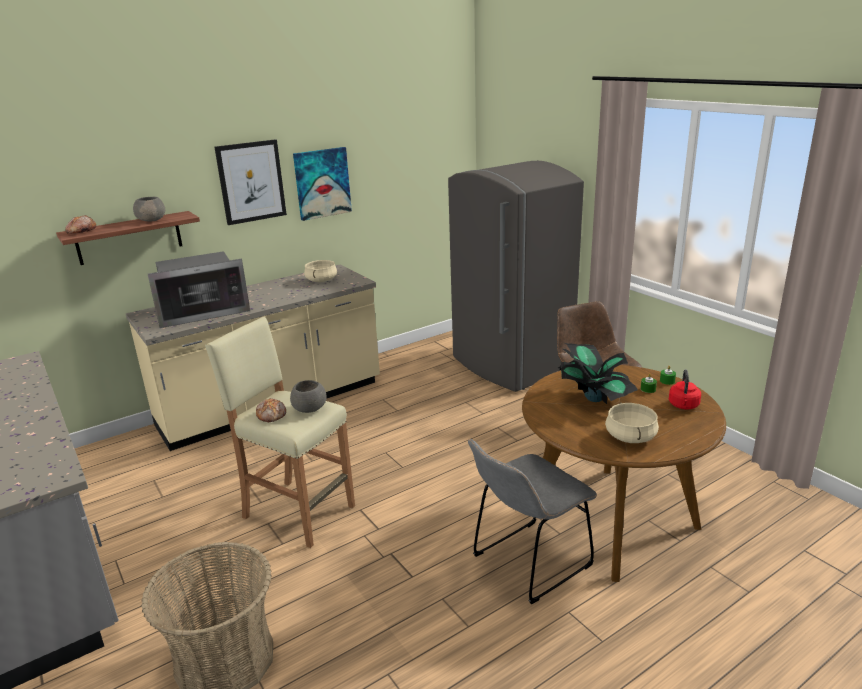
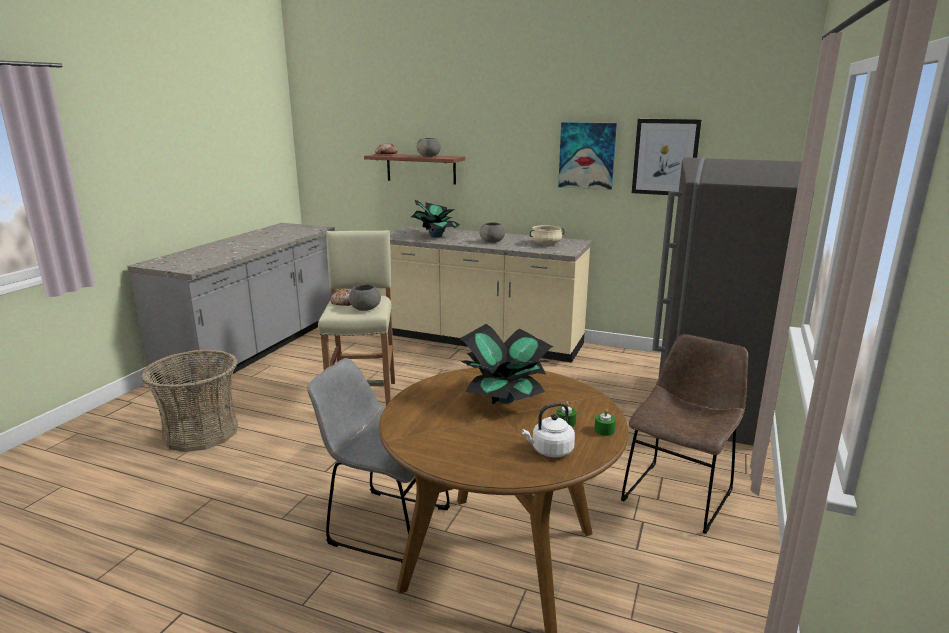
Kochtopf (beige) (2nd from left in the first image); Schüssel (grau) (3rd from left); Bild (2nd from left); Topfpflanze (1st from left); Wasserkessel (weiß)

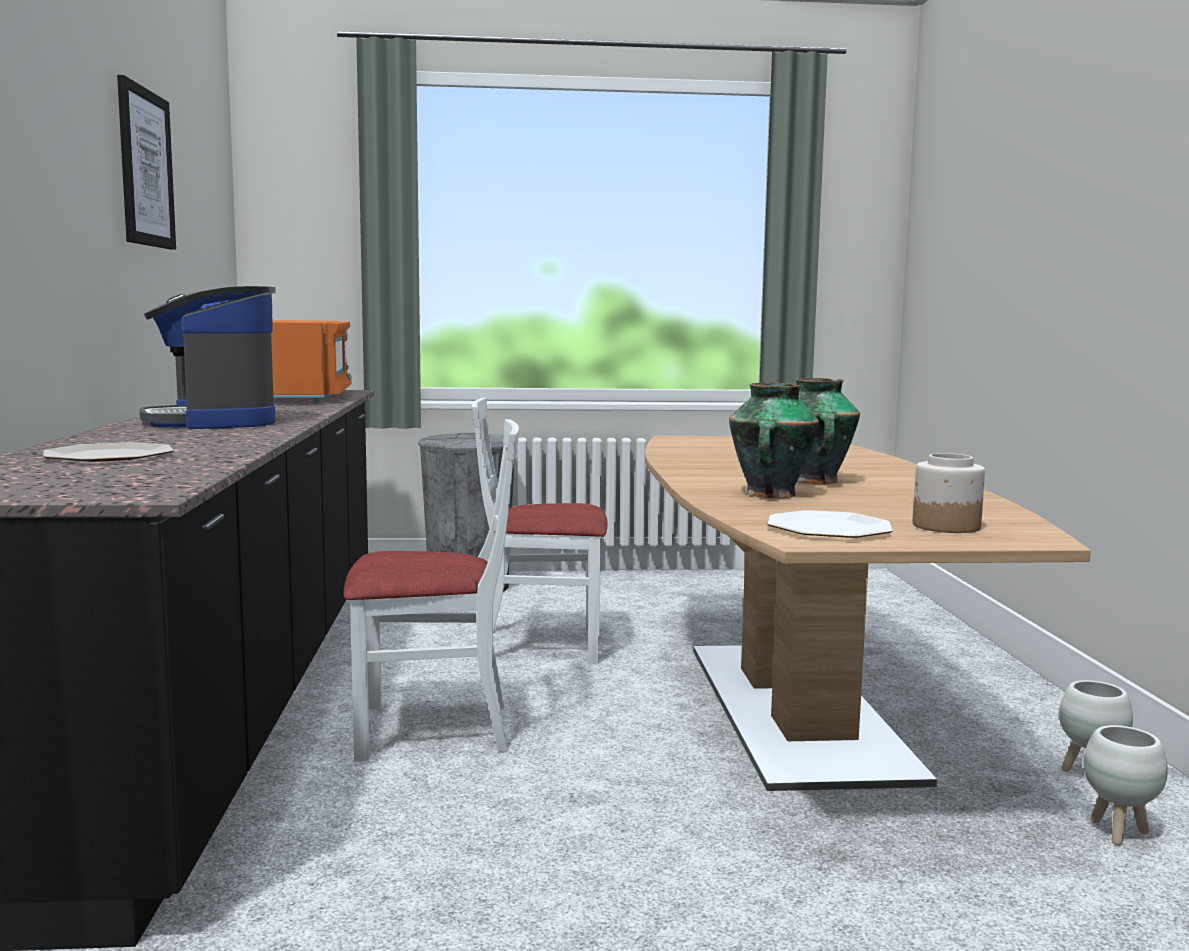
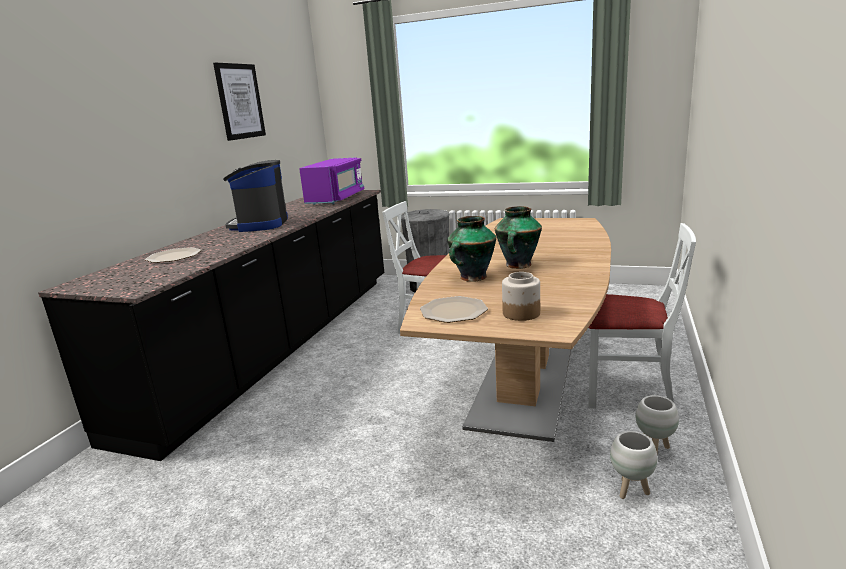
Stuhl (weiß) (2nd from left); Mikrowelle (lila)

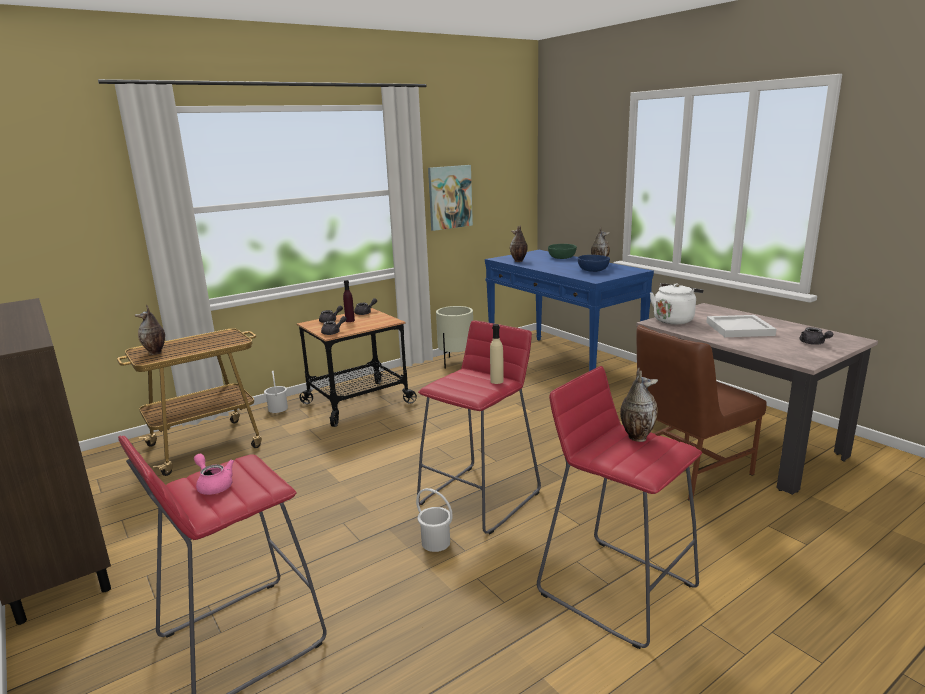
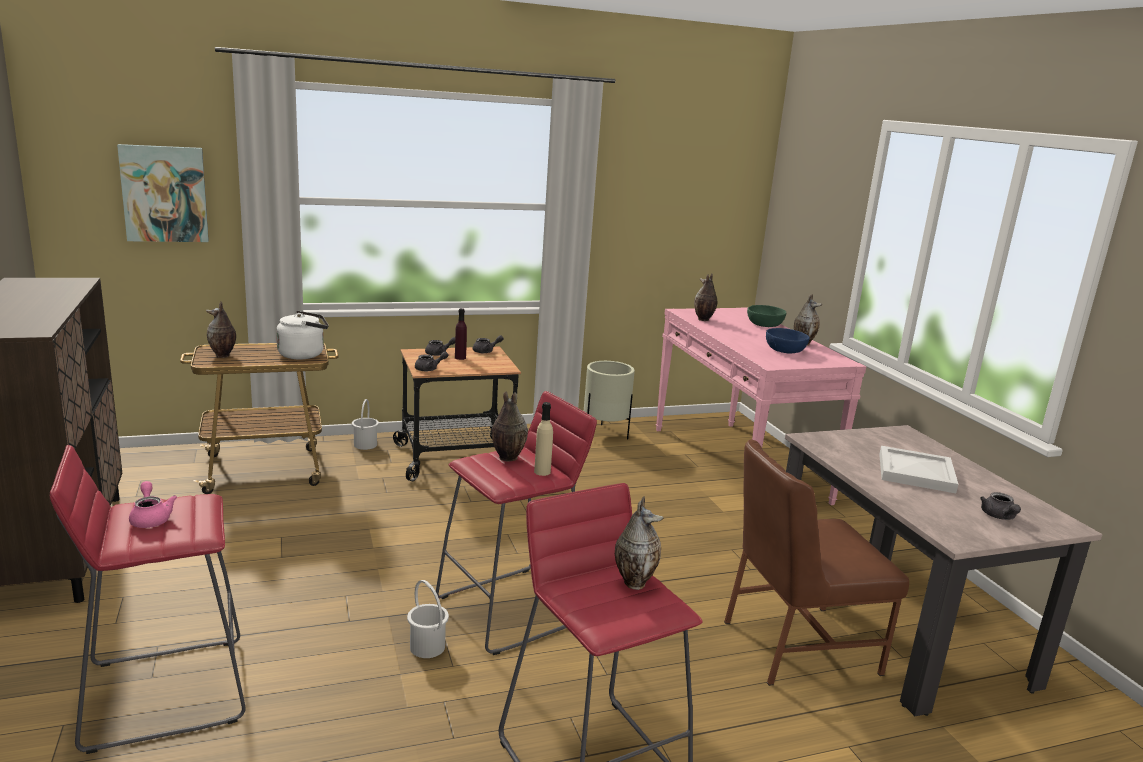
Vase (2nd from left); Bild; Wasserkessel (weiß); Konsolentisch (rosa)

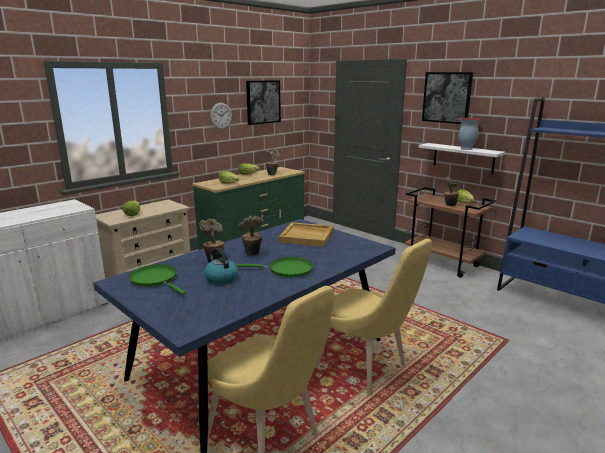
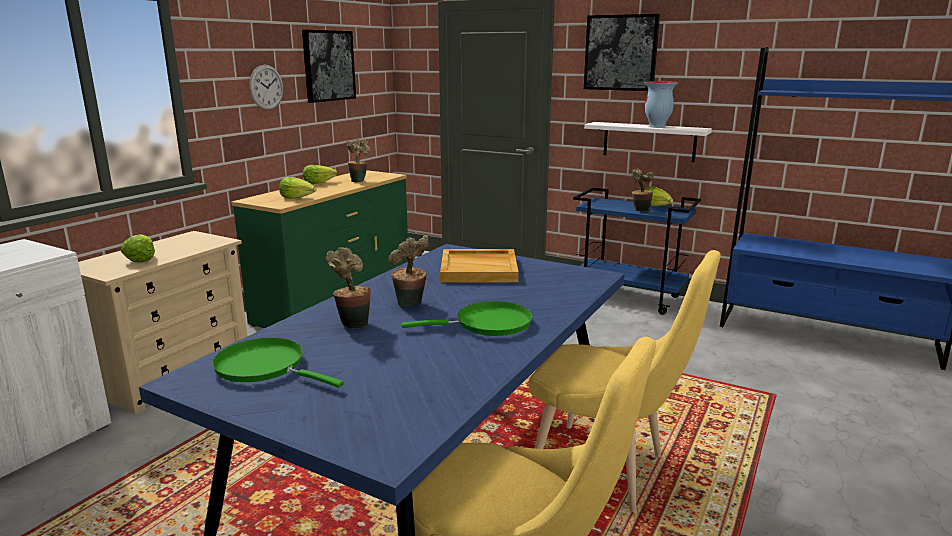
Wasserkessel; Rollwagen (blau)

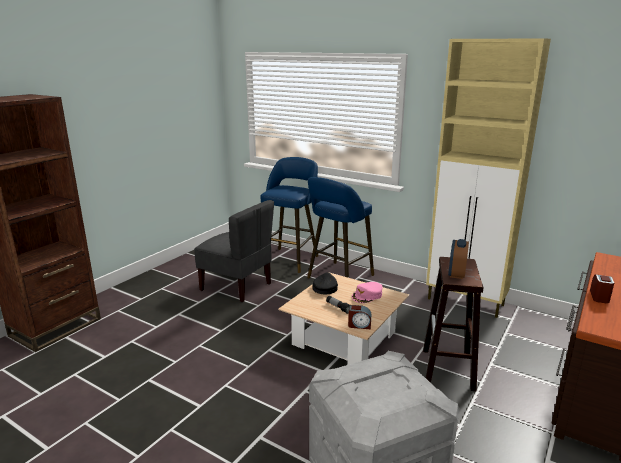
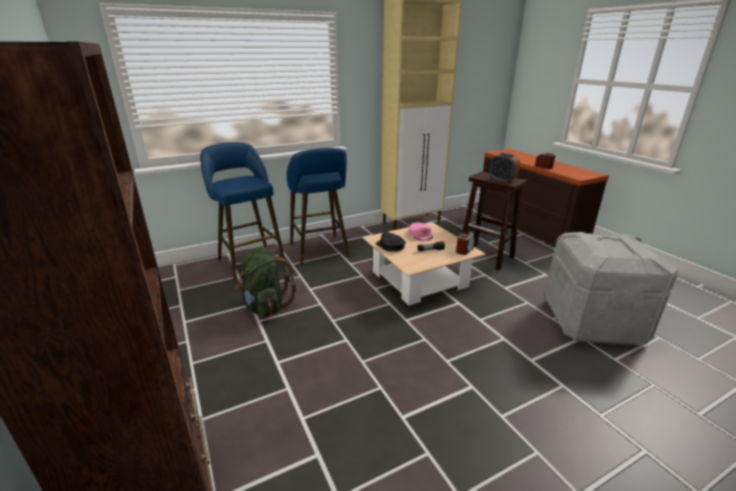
Rucksack (grün)

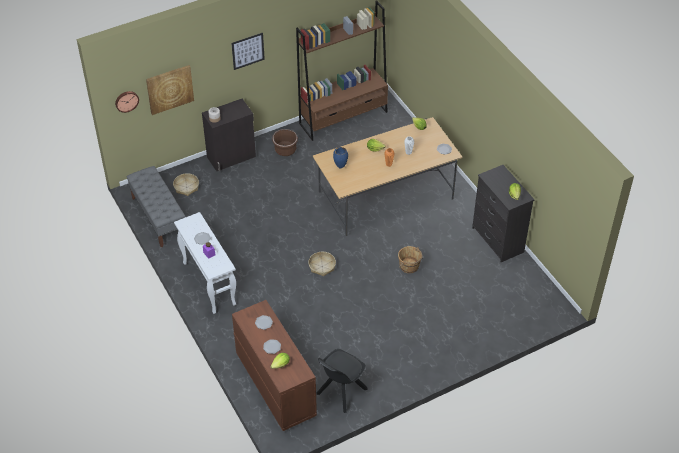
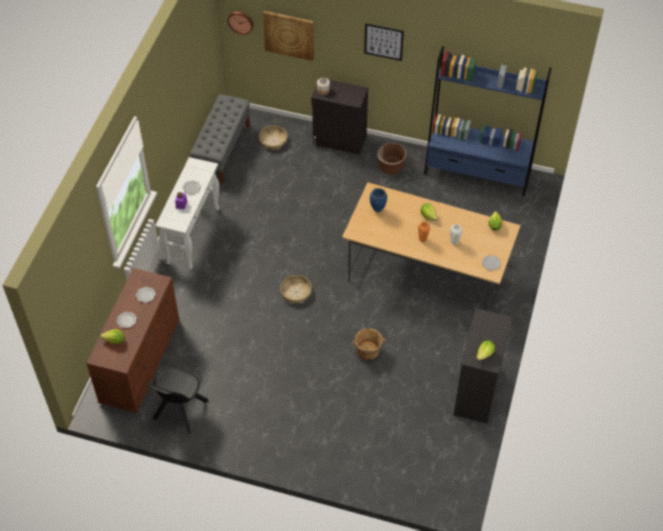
Bücherregal (blau); Stuhl (schwarz)

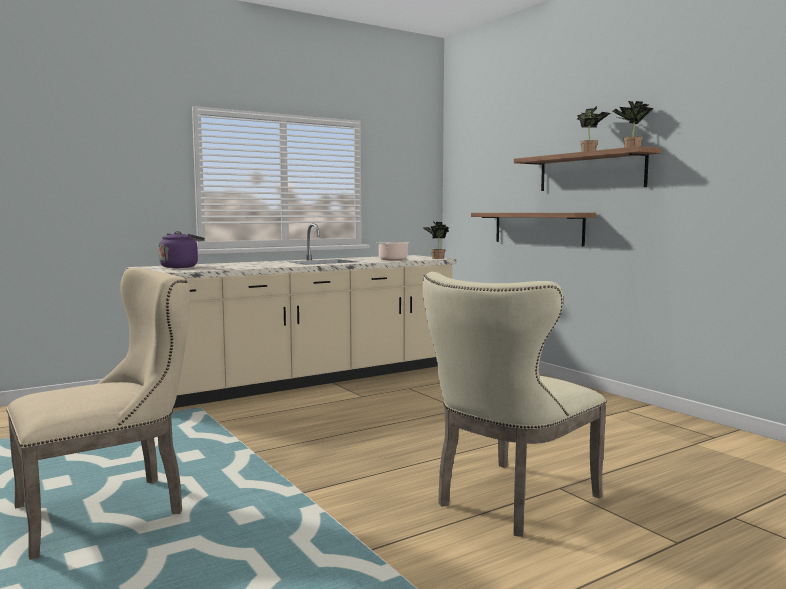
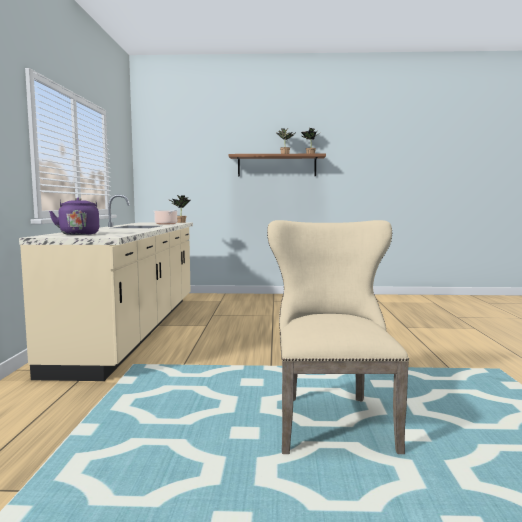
Stuhl (beige) (2nd from left in the first image); Wandregal (1st from left in the first image)

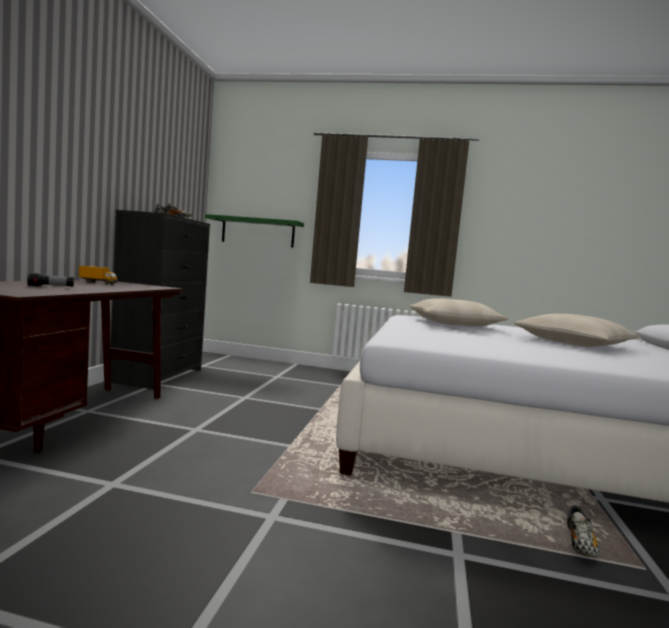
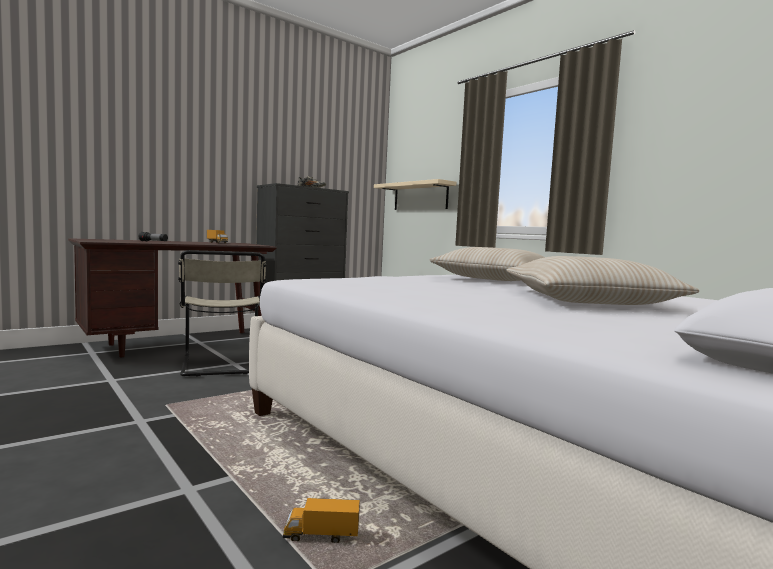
Stuhl (beige); Spielzeuglaster (2nd from left); Wandregal (beige)

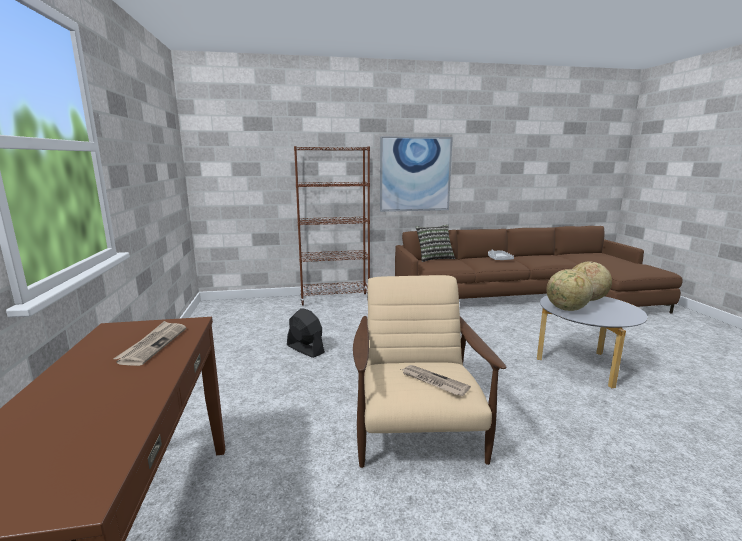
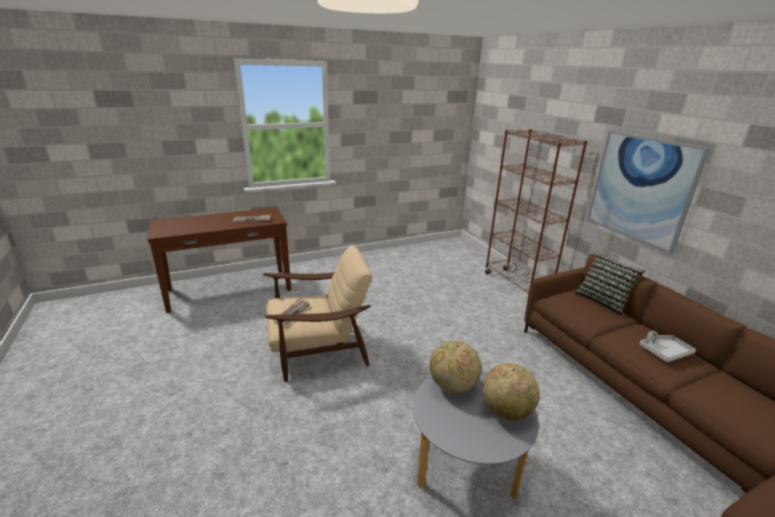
Ventilator (schwarz)

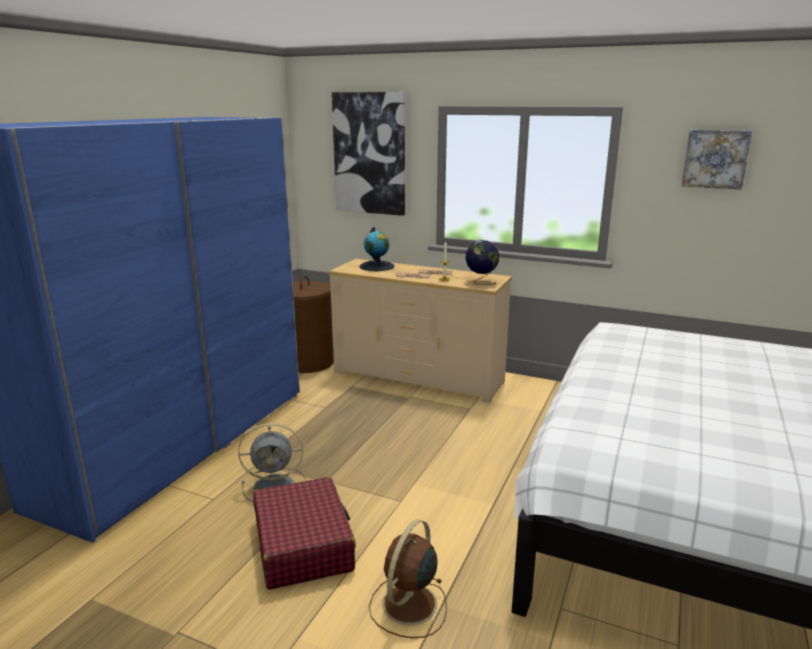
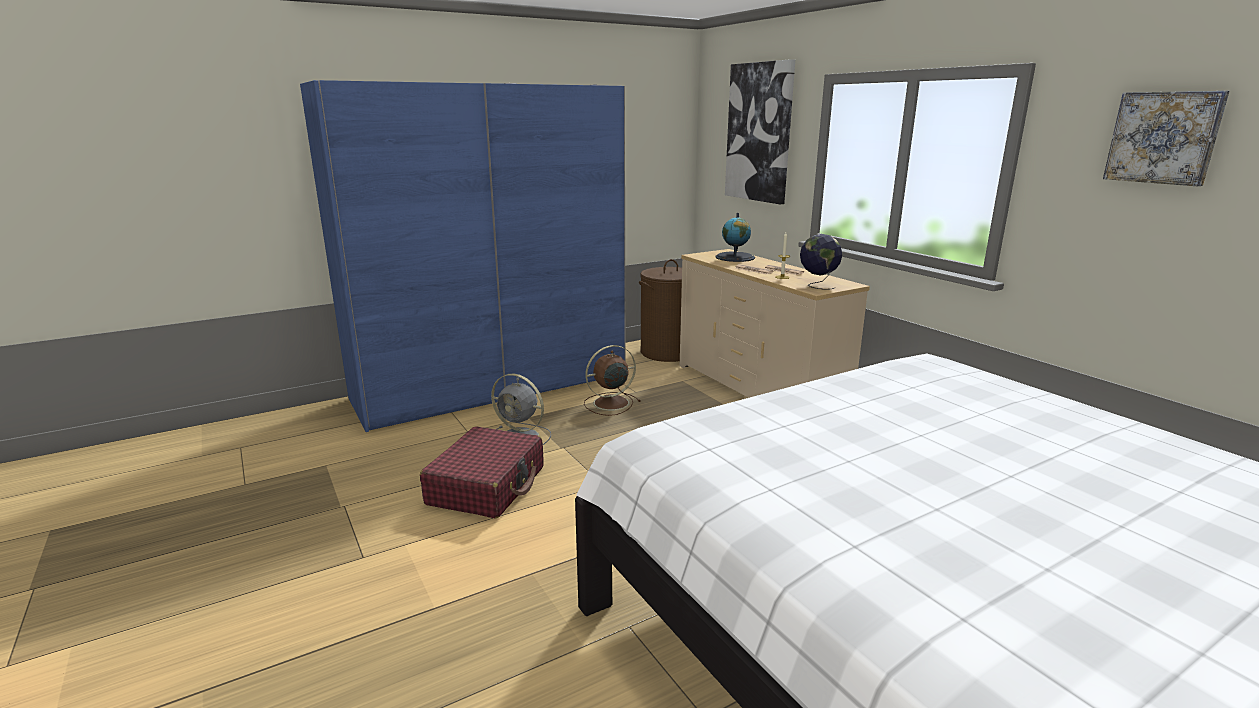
Ventilator (braun)

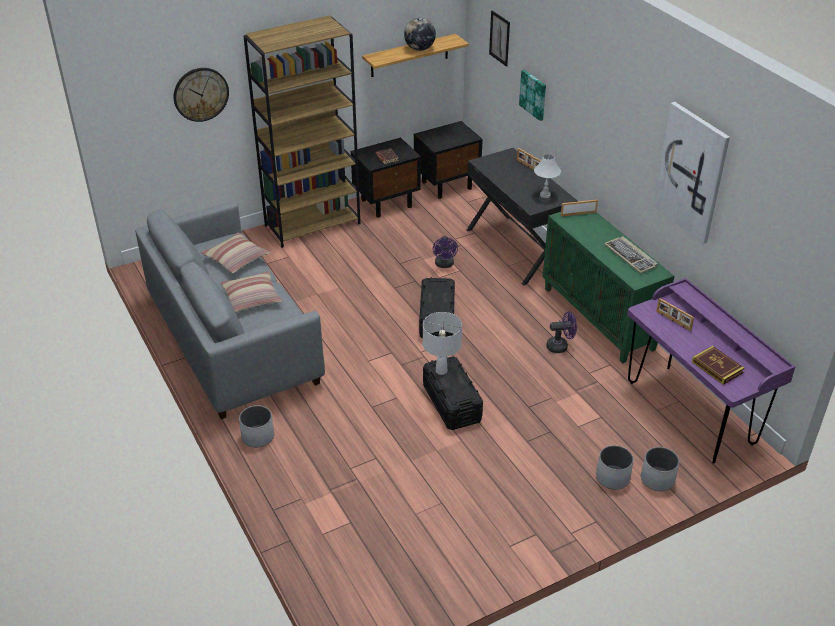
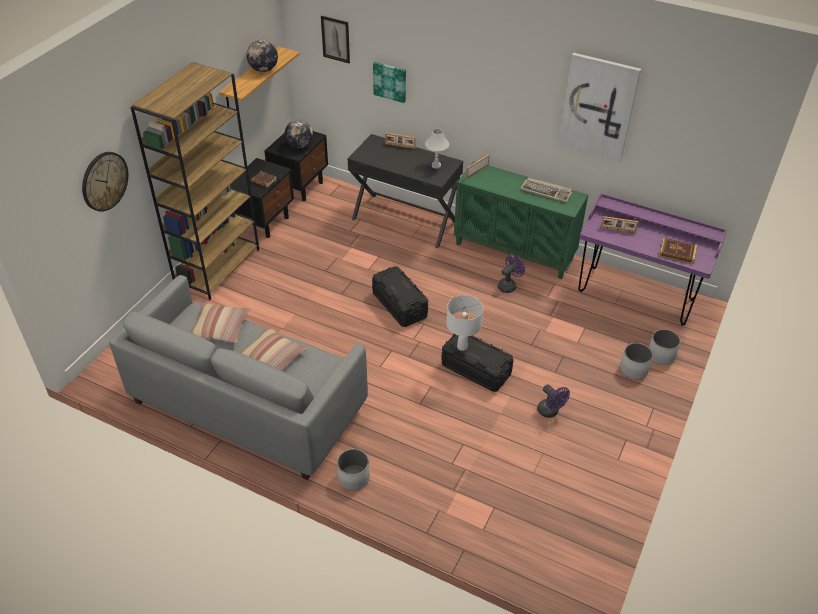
Globus (2nd from left); Ventilator (lila) (2nd from left)

